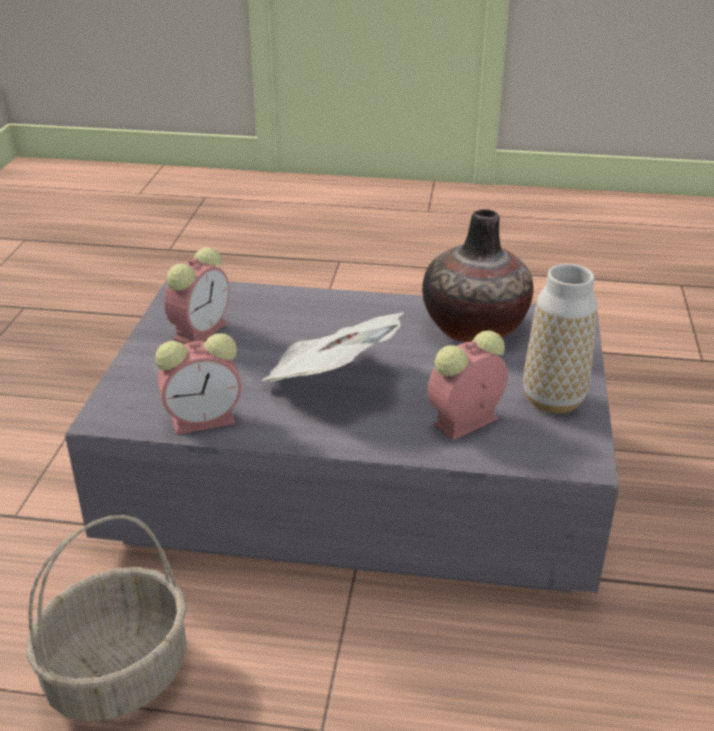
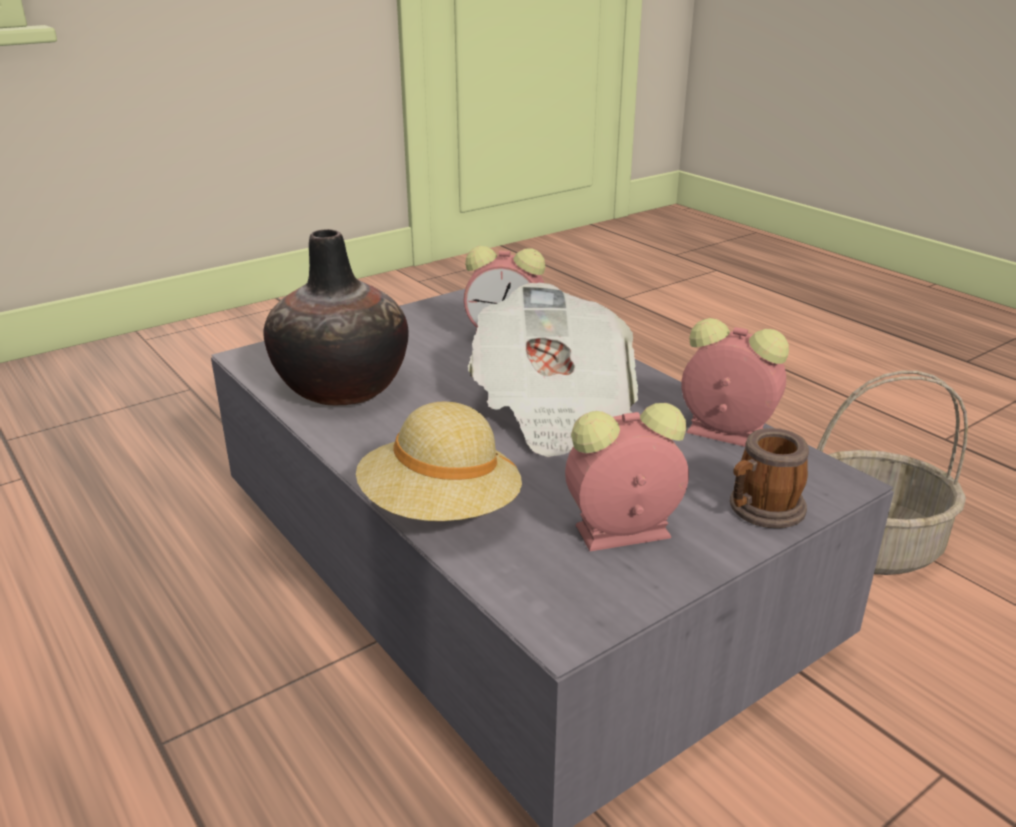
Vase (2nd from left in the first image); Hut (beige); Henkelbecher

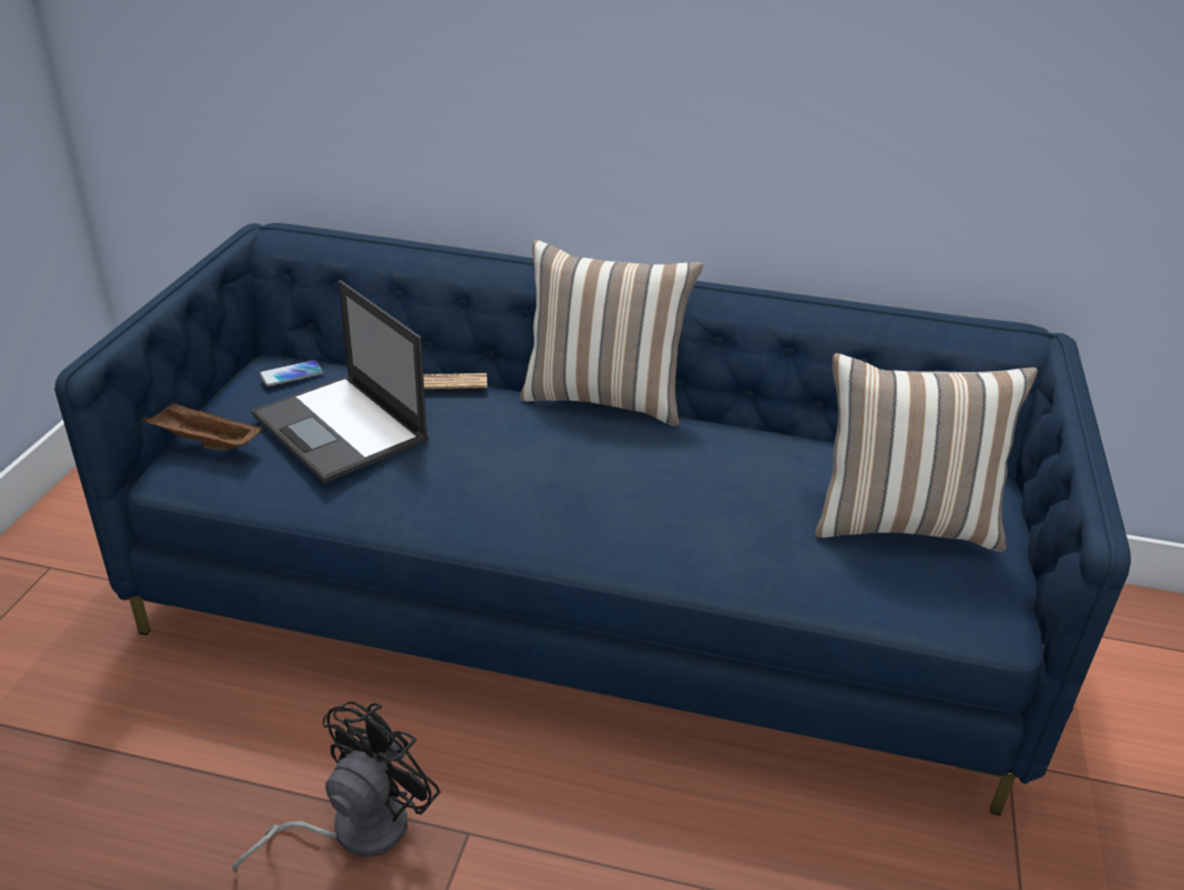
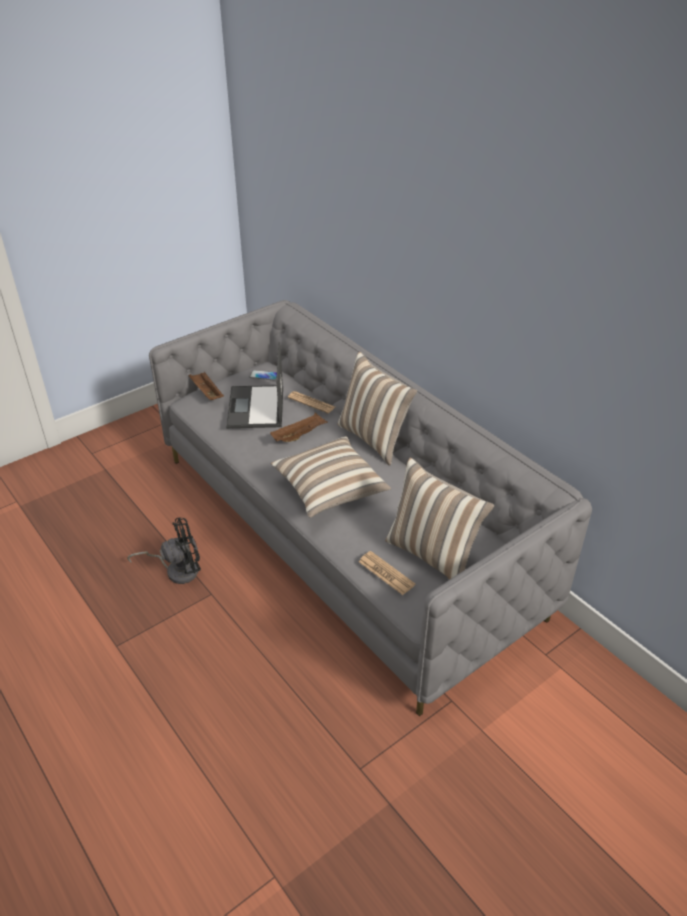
Tablett (braun) (2nd from left); Kissen (1st from left); Zeitung (2nd from left); Sofa (grau)

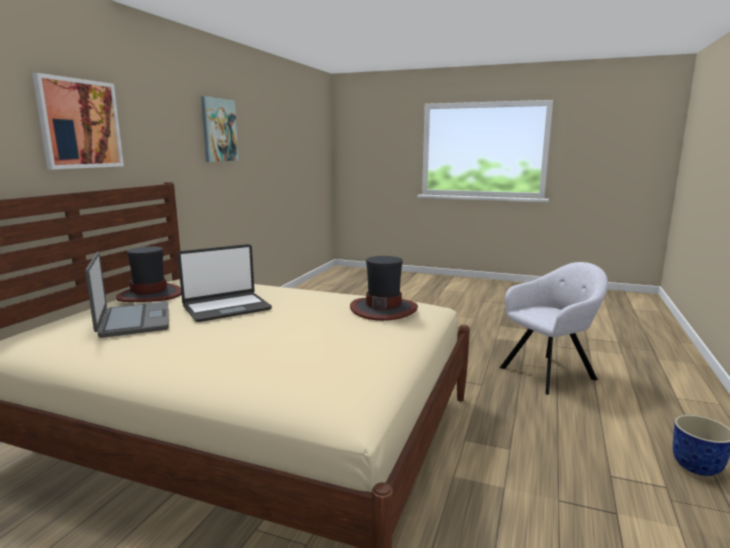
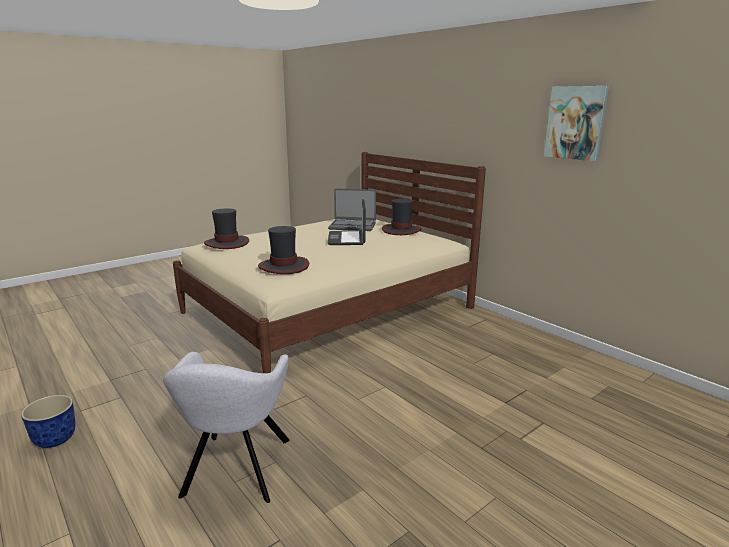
Bild (1st from left in the first image); Hut (1st from left)

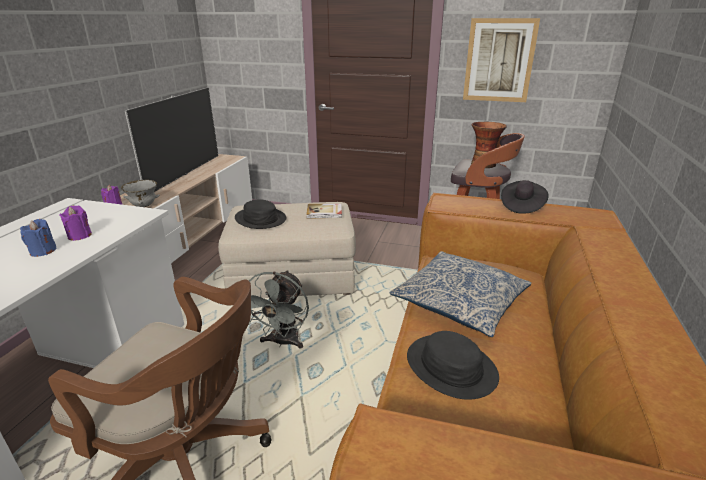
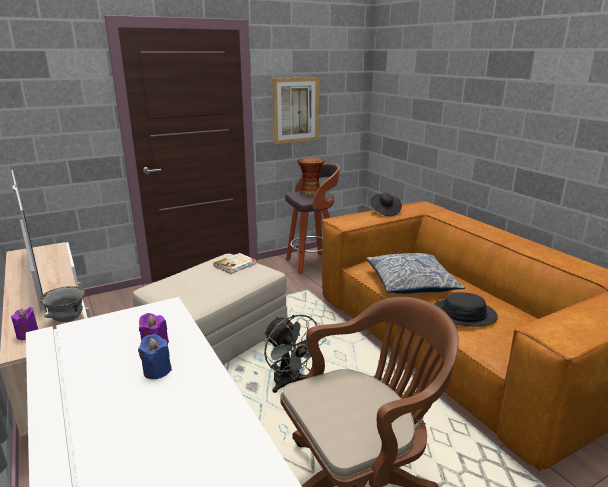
Hut (schwarz) (1st from left in the first image)

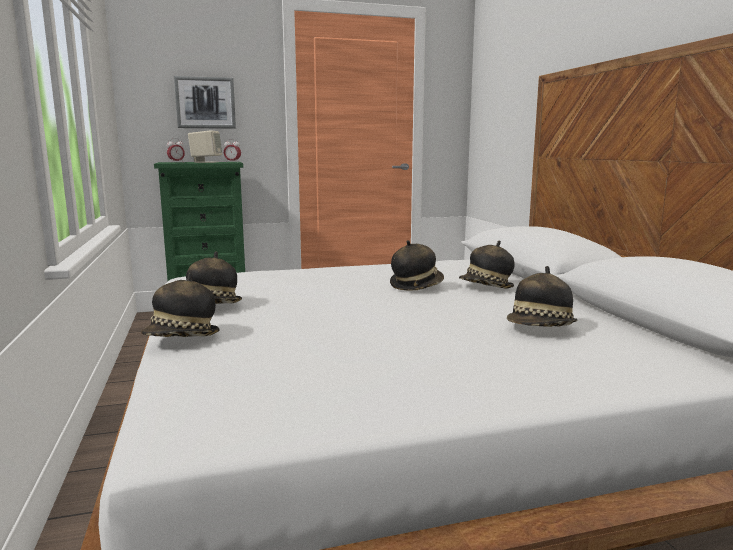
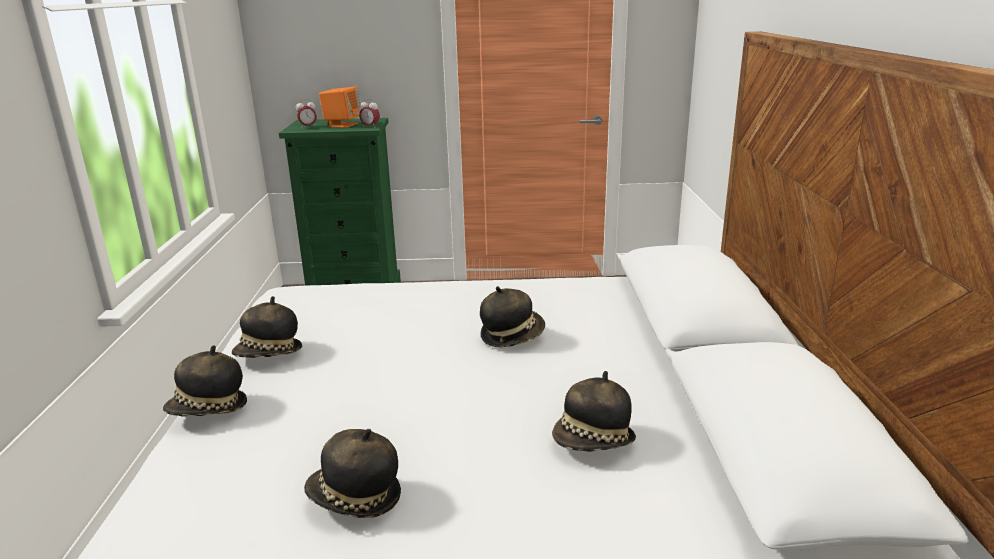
Bild; Hut (3rd from left); Lautsprecher (orange)

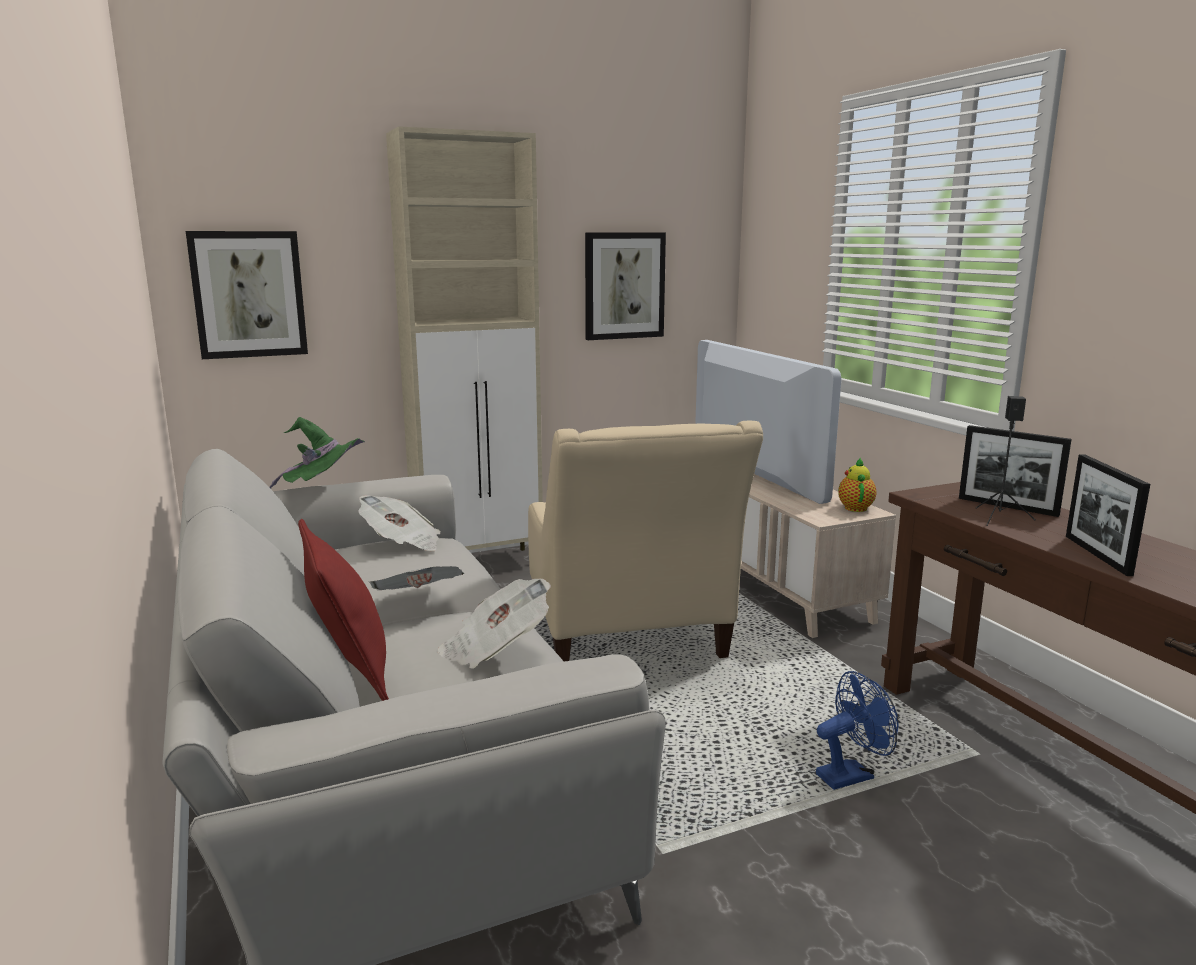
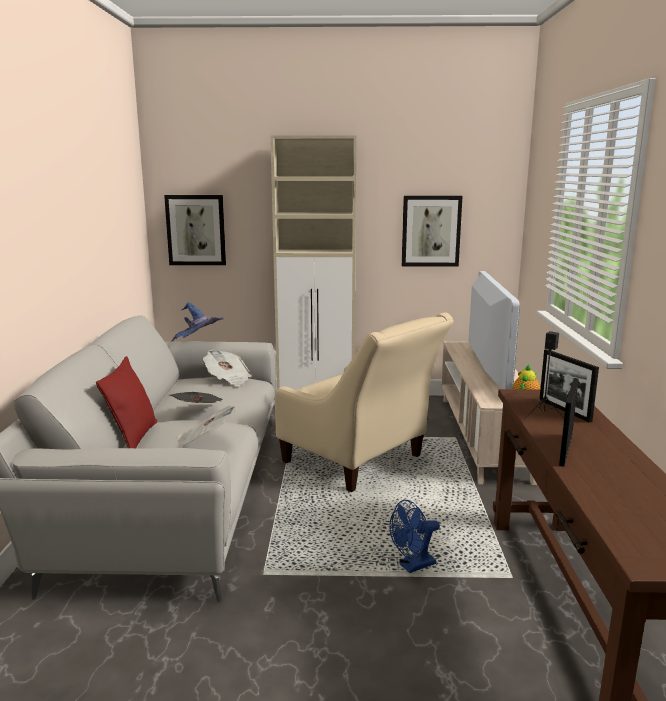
Hut (blau); Sessel (beige); Ventilator (blau)

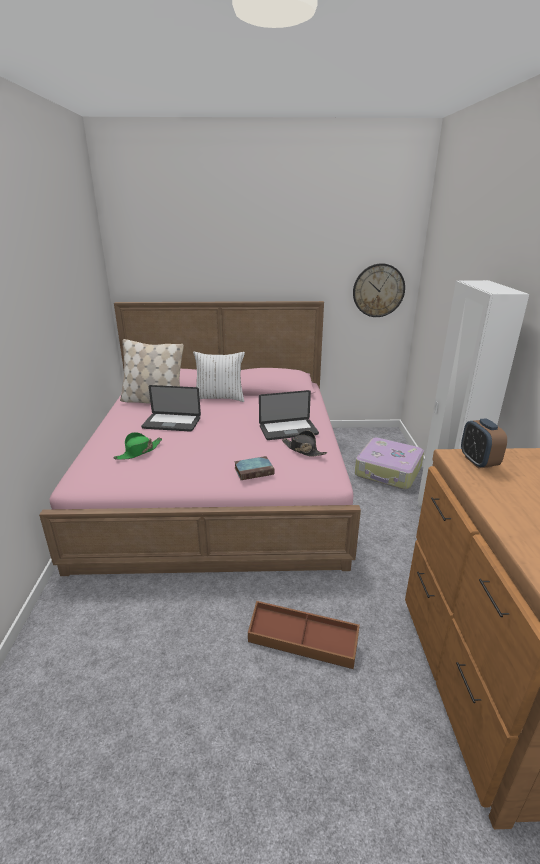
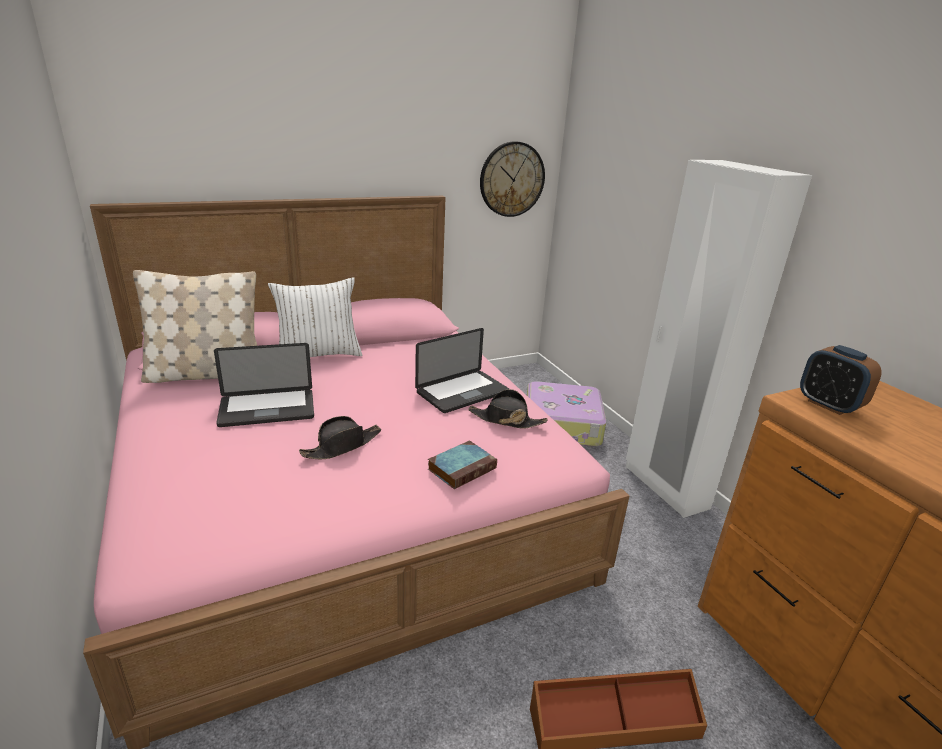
Hut (grün); Hut (schwarz) (1st from left)

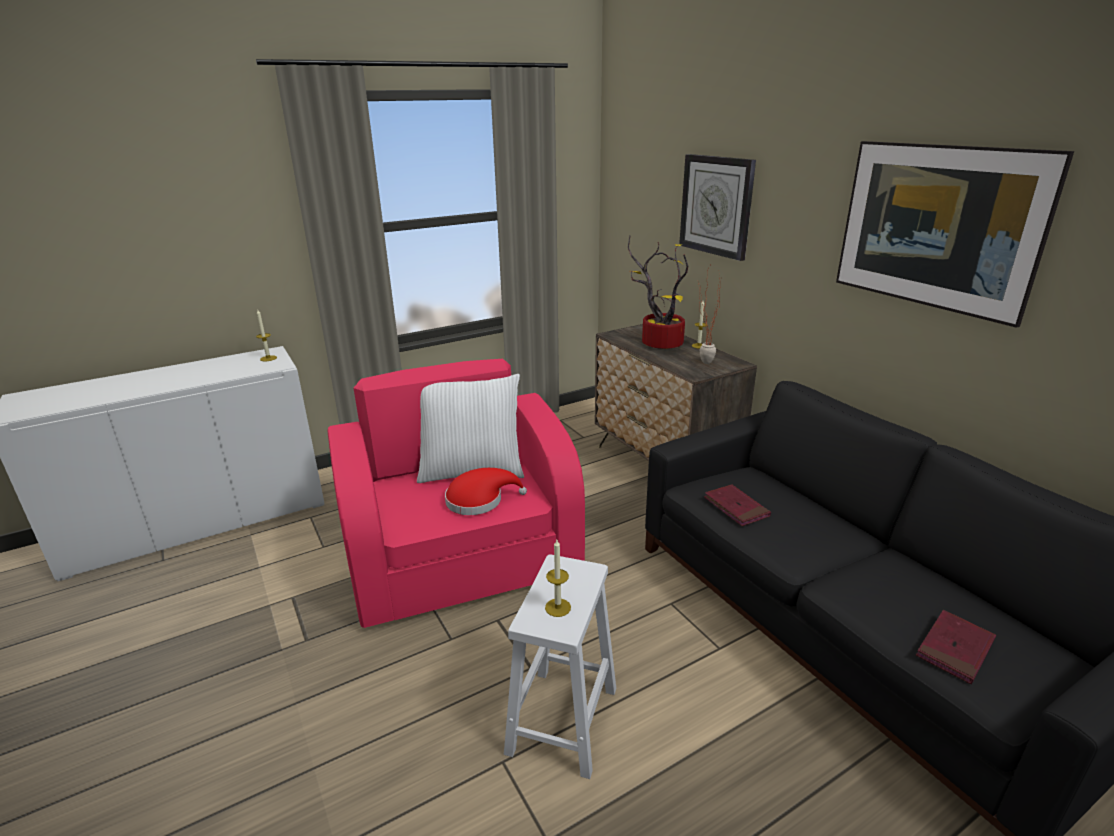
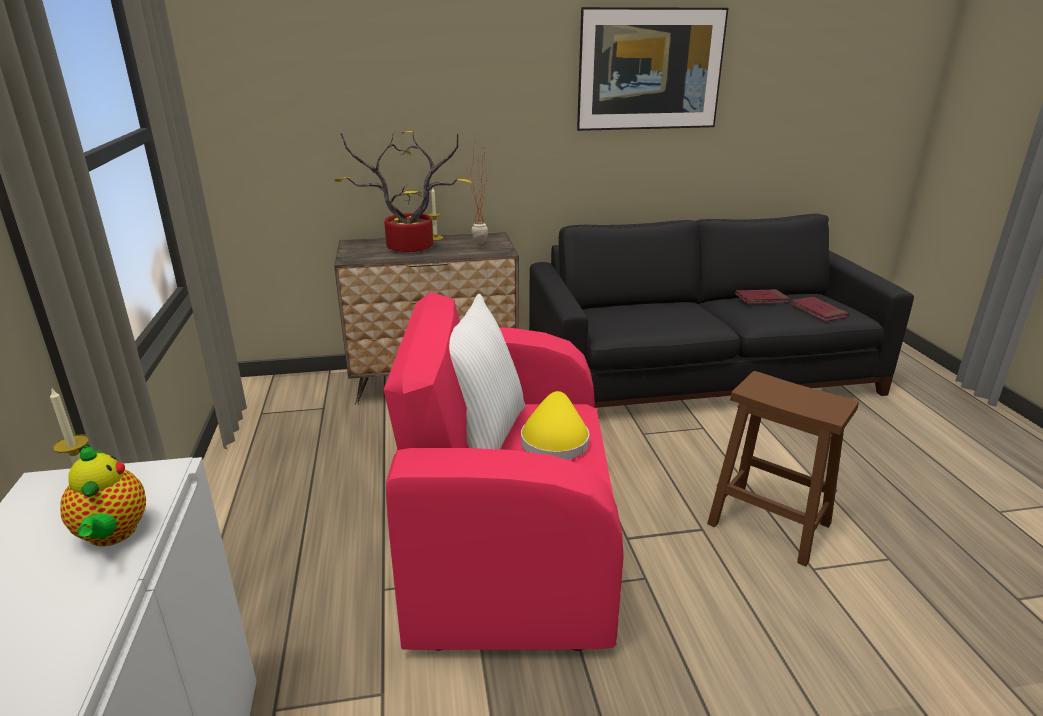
Kerze (2nd from left in the first image); Wanduhr; Teekanne; Buch (rot) (1st from left); Hut (gelb); Hocker (braun)

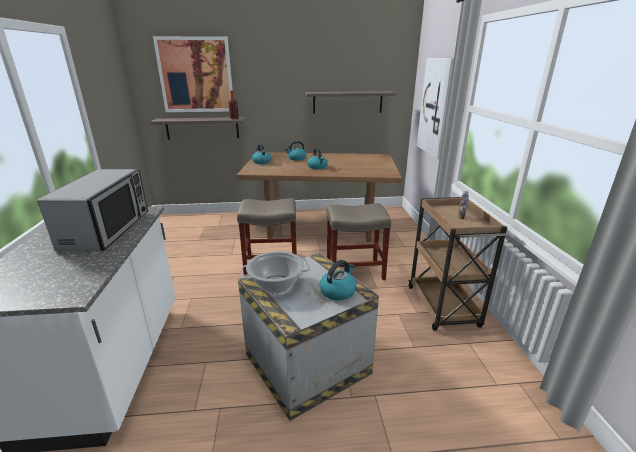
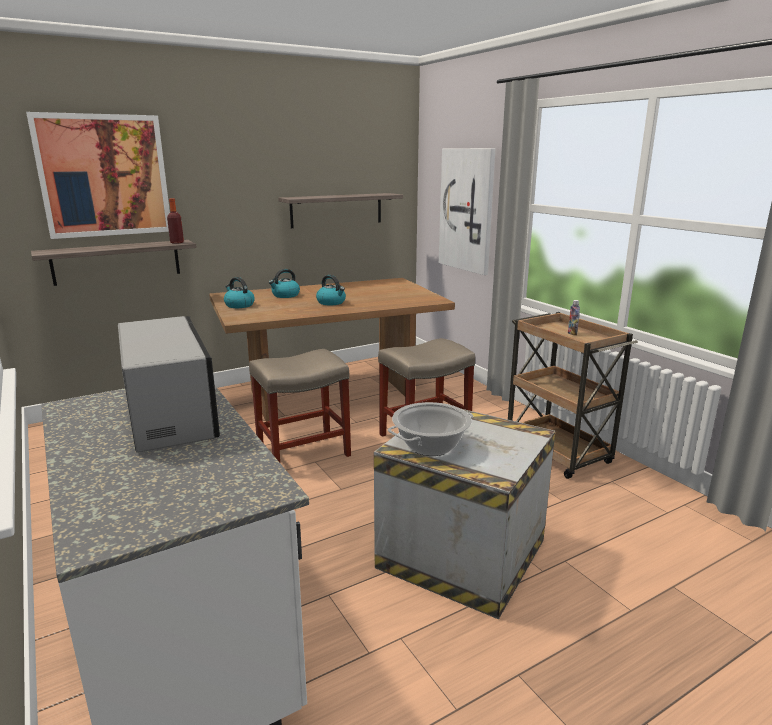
Wasserkessel (4th from left in the first image)

